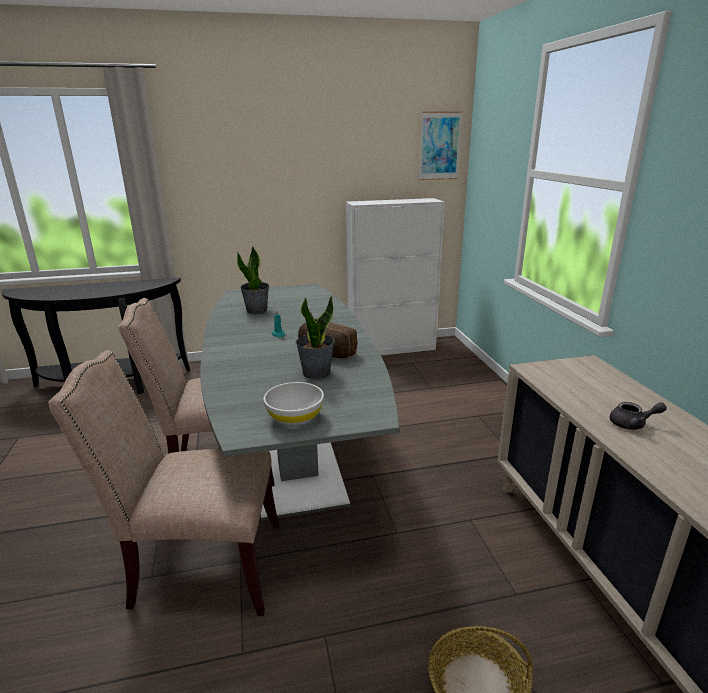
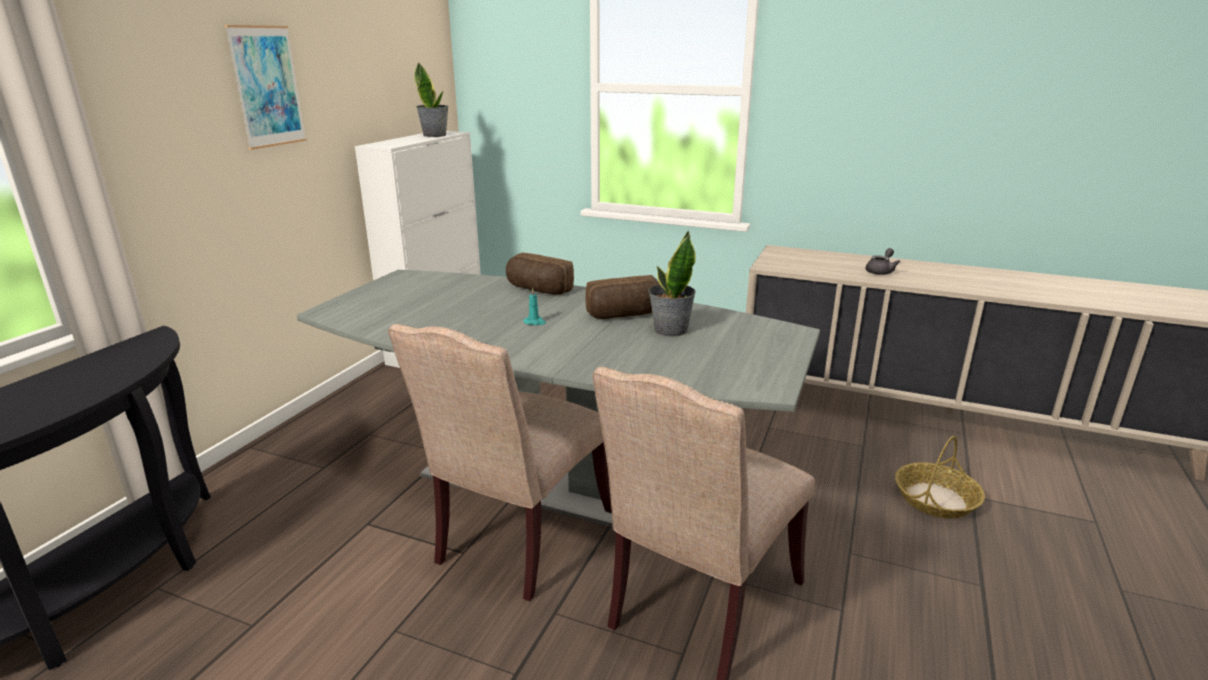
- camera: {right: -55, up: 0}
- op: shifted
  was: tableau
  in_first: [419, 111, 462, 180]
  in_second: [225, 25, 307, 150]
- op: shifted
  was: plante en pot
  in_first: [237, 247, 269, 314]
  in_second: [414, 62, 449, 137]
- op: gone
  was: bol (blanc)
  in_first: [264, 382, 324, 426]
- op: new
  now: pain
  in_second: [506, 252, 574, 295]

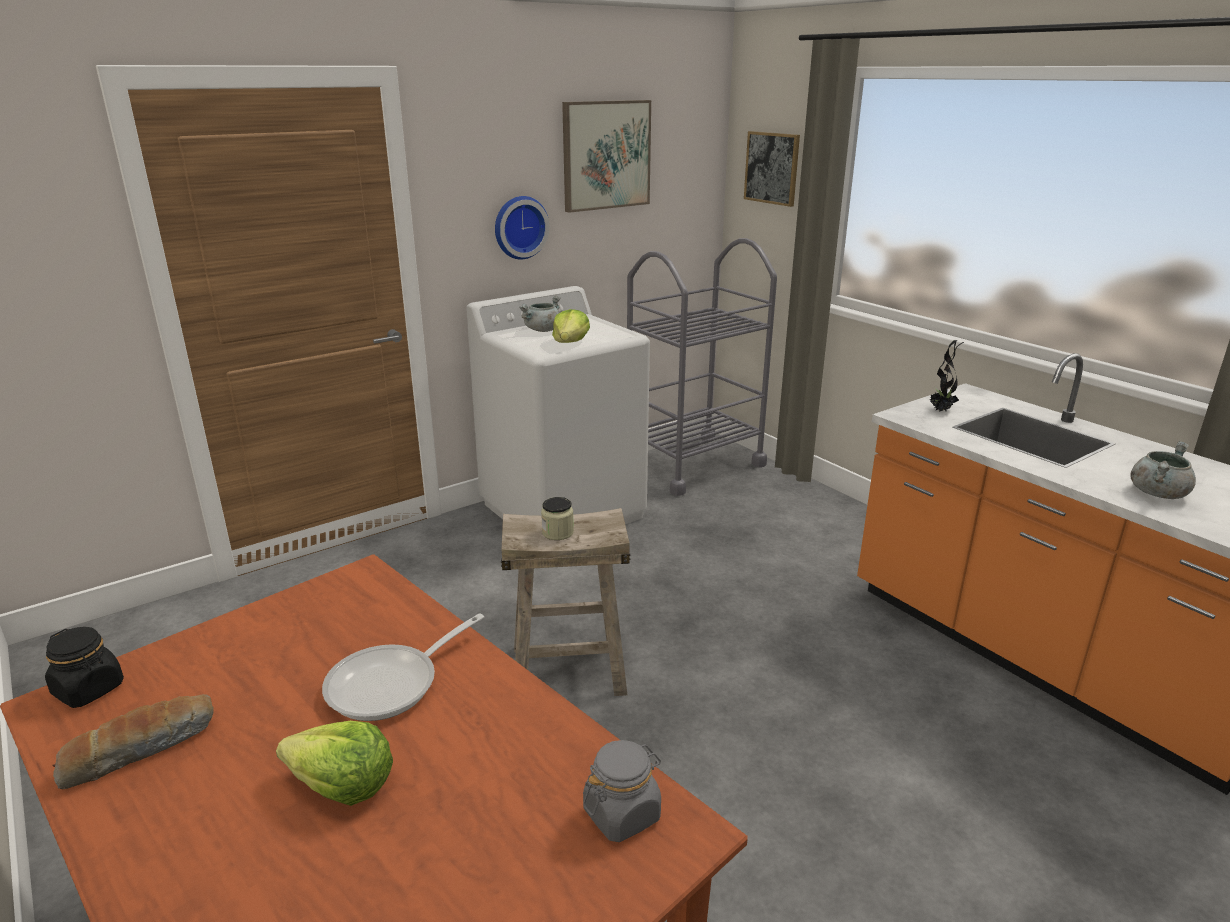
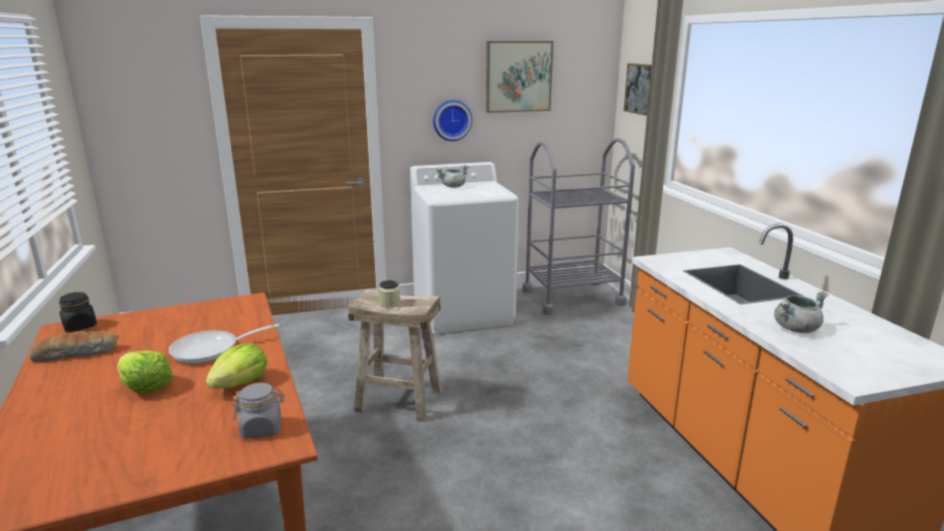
- camera: {right: 20, up: -5}
- op: shifted
  was: laitue
  in_first: [552, 309, 590, 343]
  in_second: [206, 343, 267, 388]
- op: gone
  was: plante en pot
  in_first: [930, 340, 964, 412]

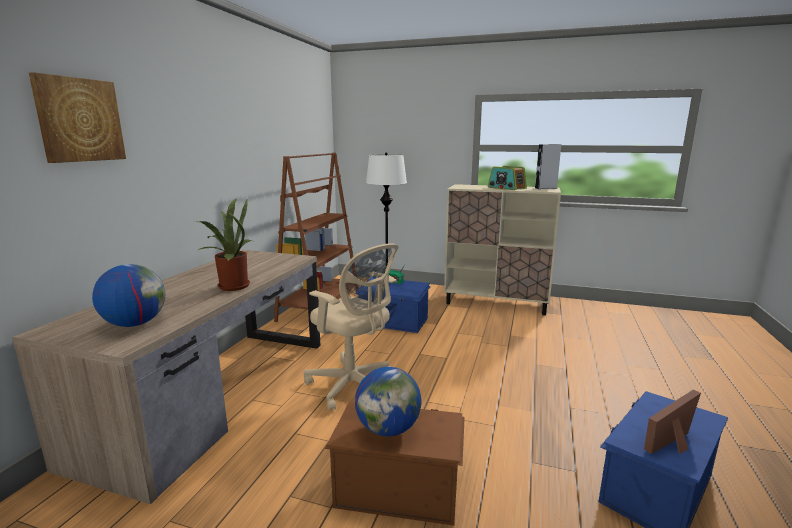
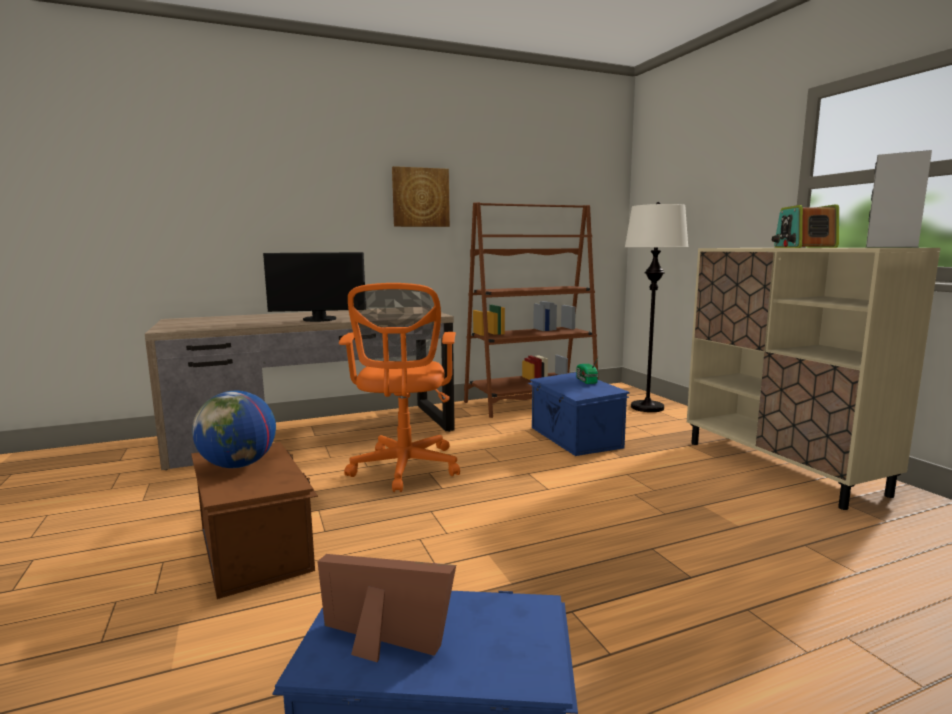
- camera: {right: 50, up: -5}
- op: shifted
  was: tableau
  in_first: [29, 72, 126, 163]
  in_second: [392, 166, 450, 227]
- op: swapped
  was: plante en pot
  now: écran d'ordinateur
  in_first: [194, 199, 253, 291]
  in_second: [263, 252, 366, 322]
- op: repainted
  was: chaise de bureau (beige)
  now: chaise de bureau (orange)
  in_first: [303, 244, 399, 411]
  in_second: [339, 283, 460, 492]
- op: gone
  was: globe
  in_first: [92, 264, 165, 327]

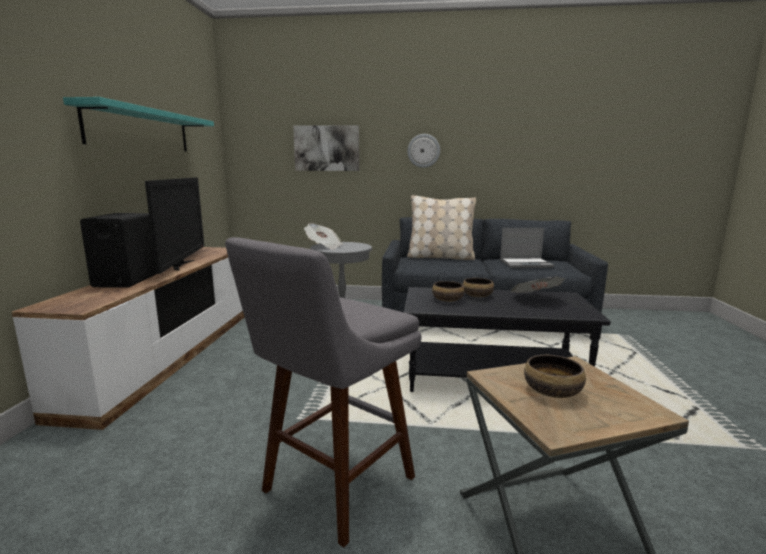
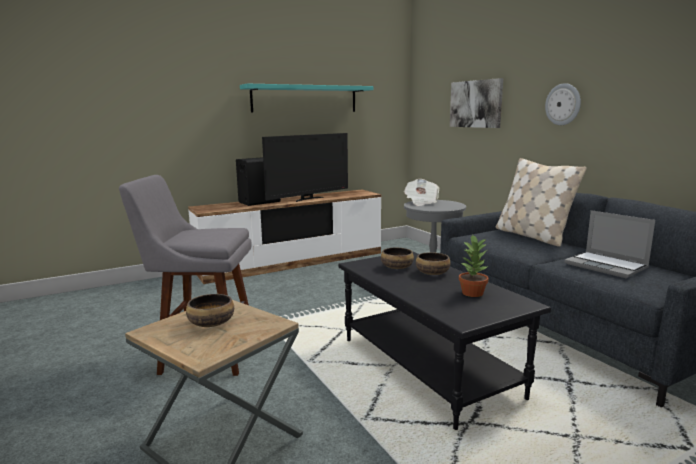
- camera: {right: 55, up: 0}
- op: swapped
  was: journal
  now: plante en pot
  in_first: [511, 276, 565, 293]
  in_second: [459, 235, 489, 297]

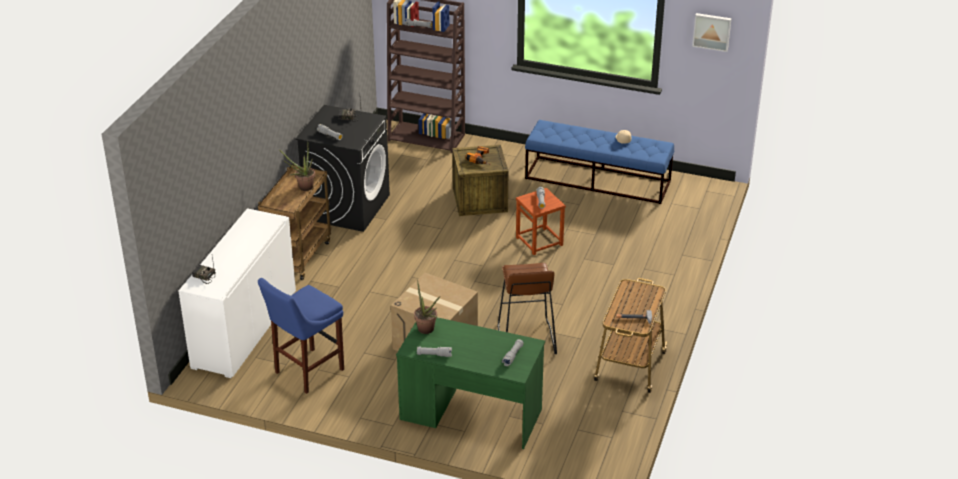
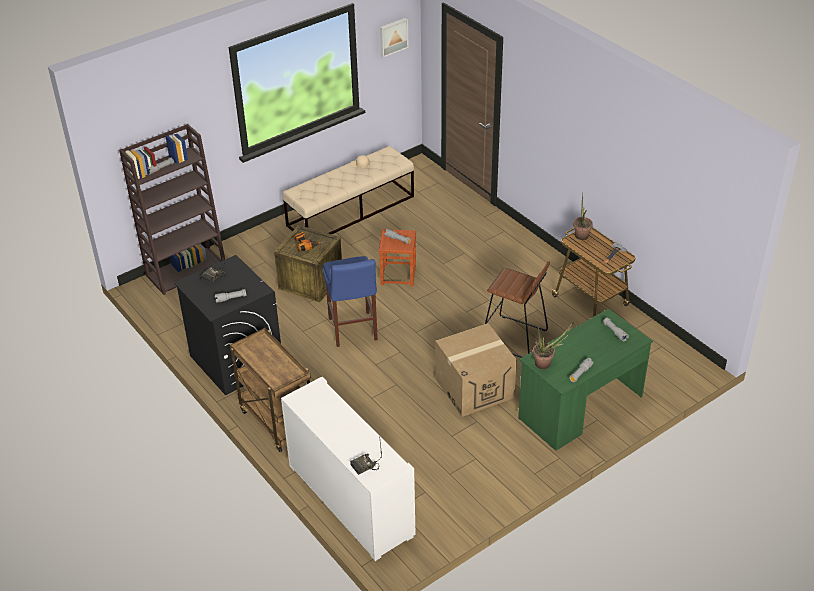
- camera: {right: -55, up: 5}
- op: repainted
  was: banc (bleu)
  now: banc (beige)
  in_first: [525, 120, 674, 204]
  in_second: [282, 146, 414, 235]
- op: shifted
  was: plante en pot
  in_first: [279, 145, 315, 191]
  in_second: [573, 193, 593, 240]
- op: shifted
  was: tabouret (bleu)
  in_first: [258, 278, 344, 394]
  in_second: [323, 256, 378, 347]

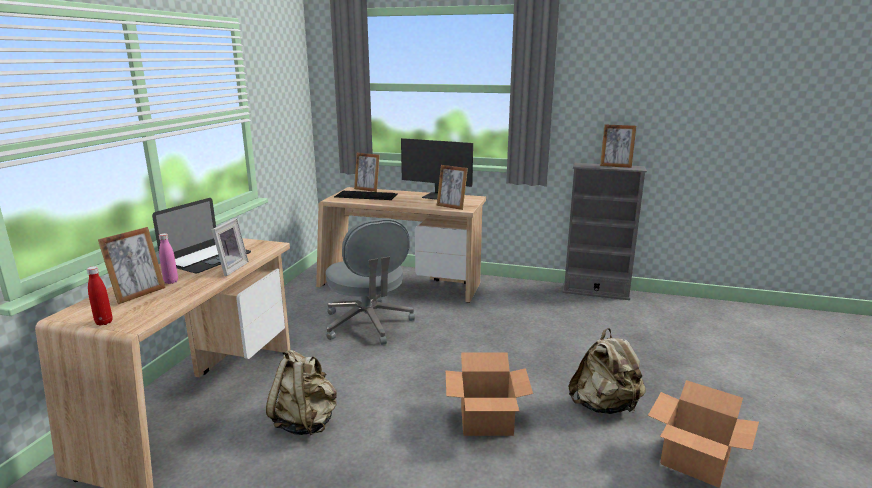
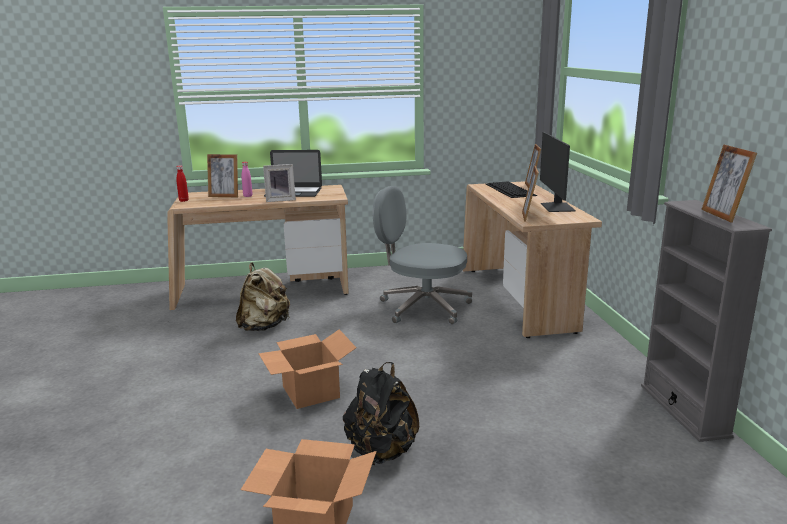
- camera: {right: 65, up: 0}
- op: rotated
  was: chaise de bureau (gris)
  in_first: [326, 218, 415, 345]
  in_second: [373, 186, 472, 325]
  clockwise: 75
- op: repainted
  was: sac à dos (beige)
  now: sac à dos (noir)
  in_first: [568, 328, 646, 414]
  in_second: [343, 362, 419, 465]

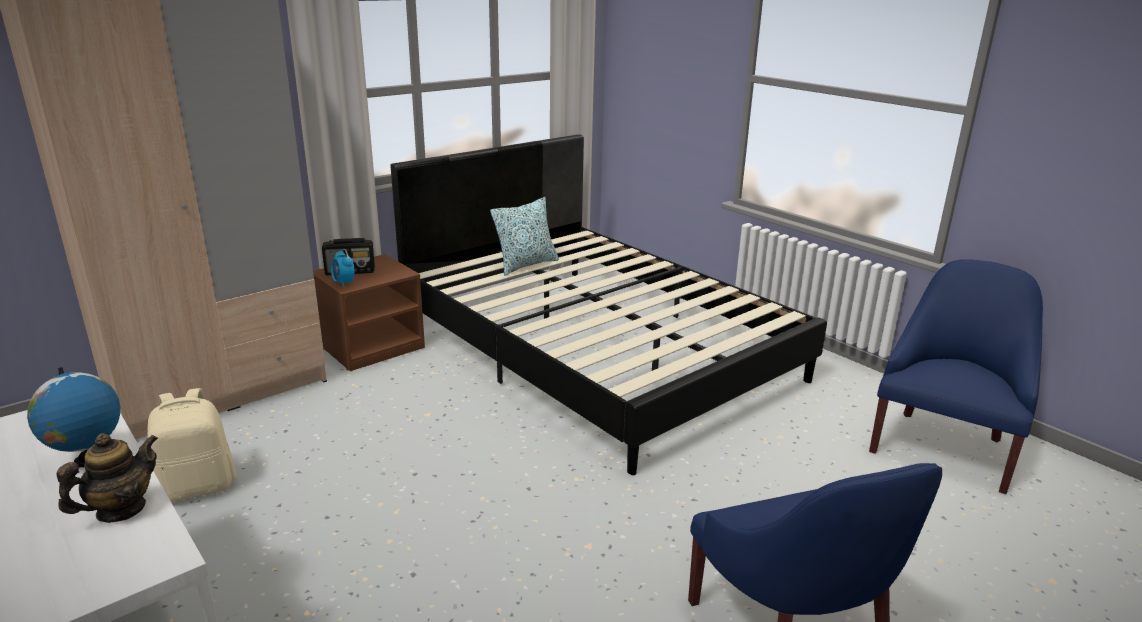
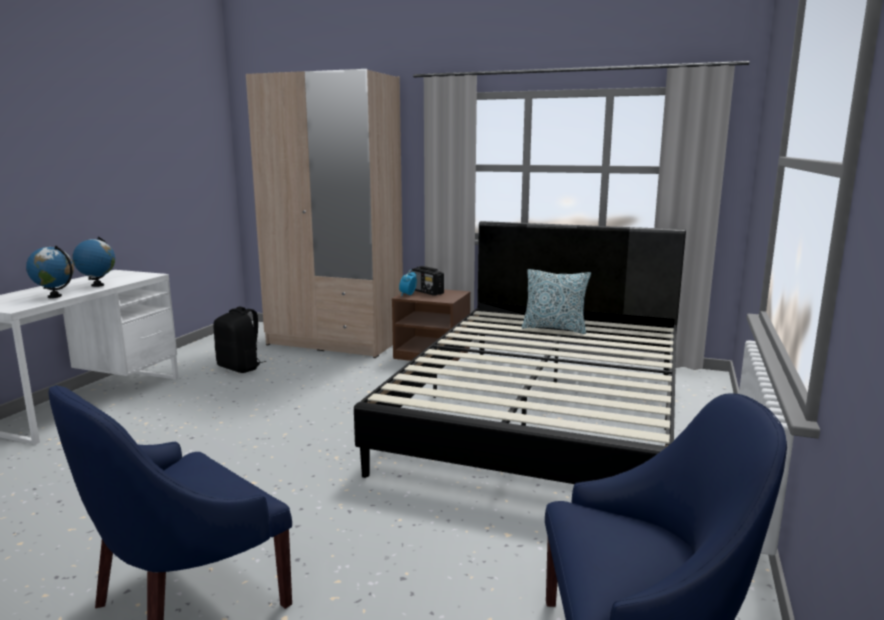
- camera: {right: 60, up: -10}
- op: repainted
  was: sac à dos (beige)
  now: sac à dos (noir)
  in_first: [147, 388, 236, 502]
  in_second: [213, 307, 267, 373]
- op: swapped
  was: théière
  now: globe
  in_first: [57, 433, 158, 523]
  in_second: [26, 245, 74, 298]

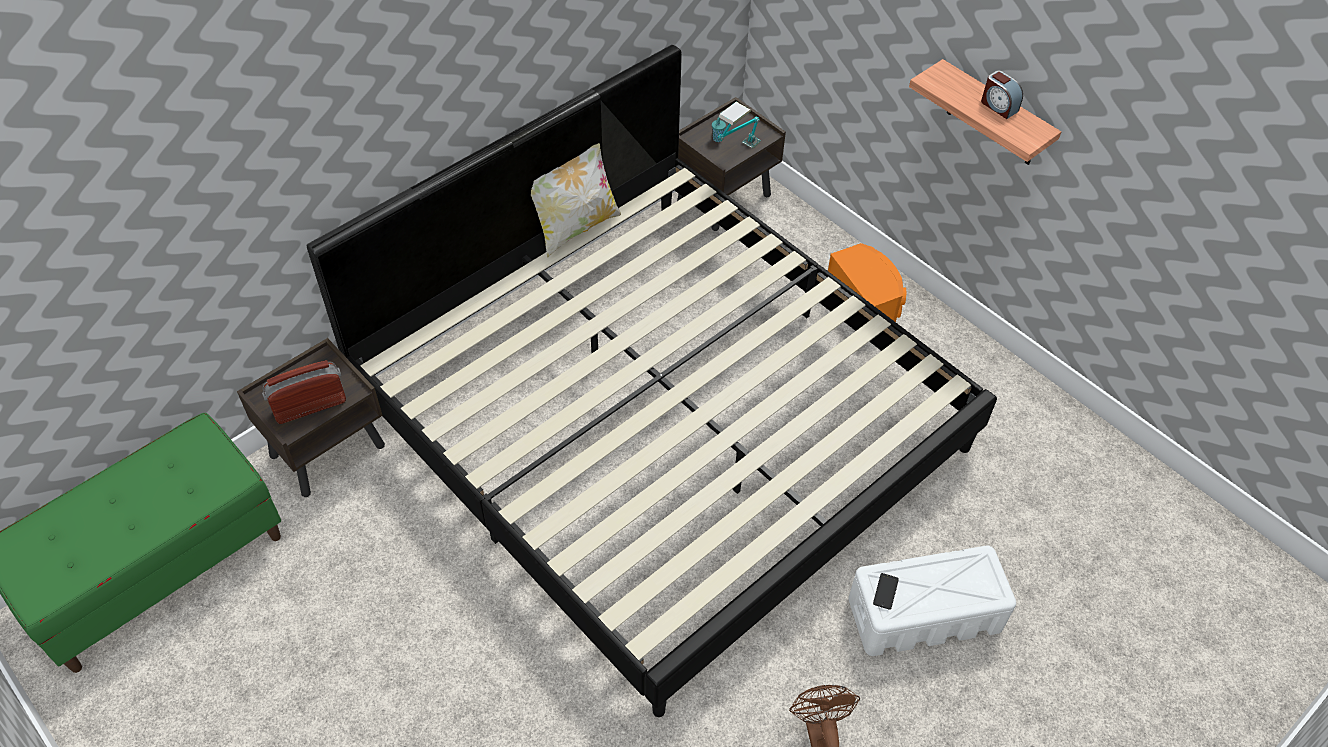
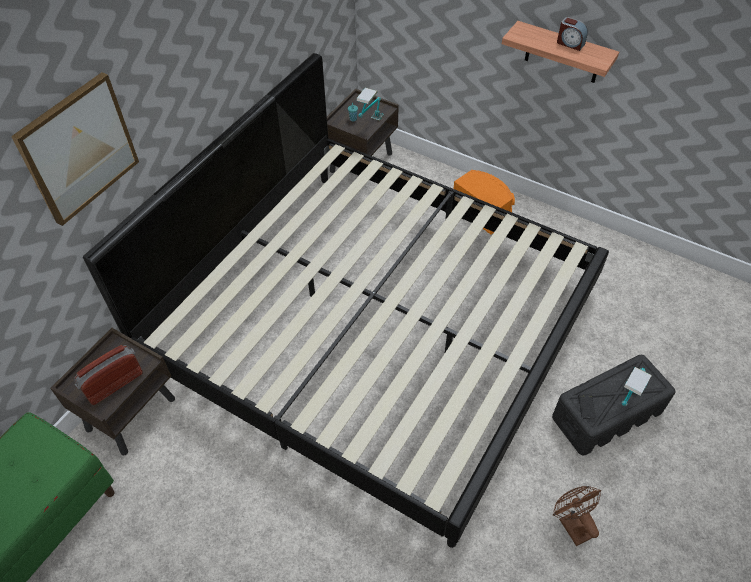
- camera: {right: -15, up: 0}
- op: gone
  was: coussin
  in_first: [531, 143, 621, 258]
- op: repainted
  was: boîte de rangement (blanc)
  now: boîte de rangement (noir)
  in_first: [848, 546, 1016, 656]
  in_second: [552, 355, 675, 455]
- op: new
  now: tableau
  in_second: [11, 72, 139, 226]
- op: new
  now: lampe de table
  in_second: [621, 367, 652, 407]

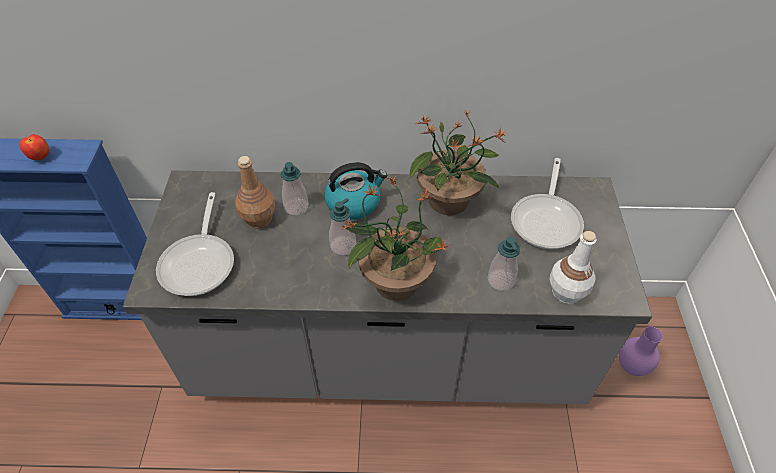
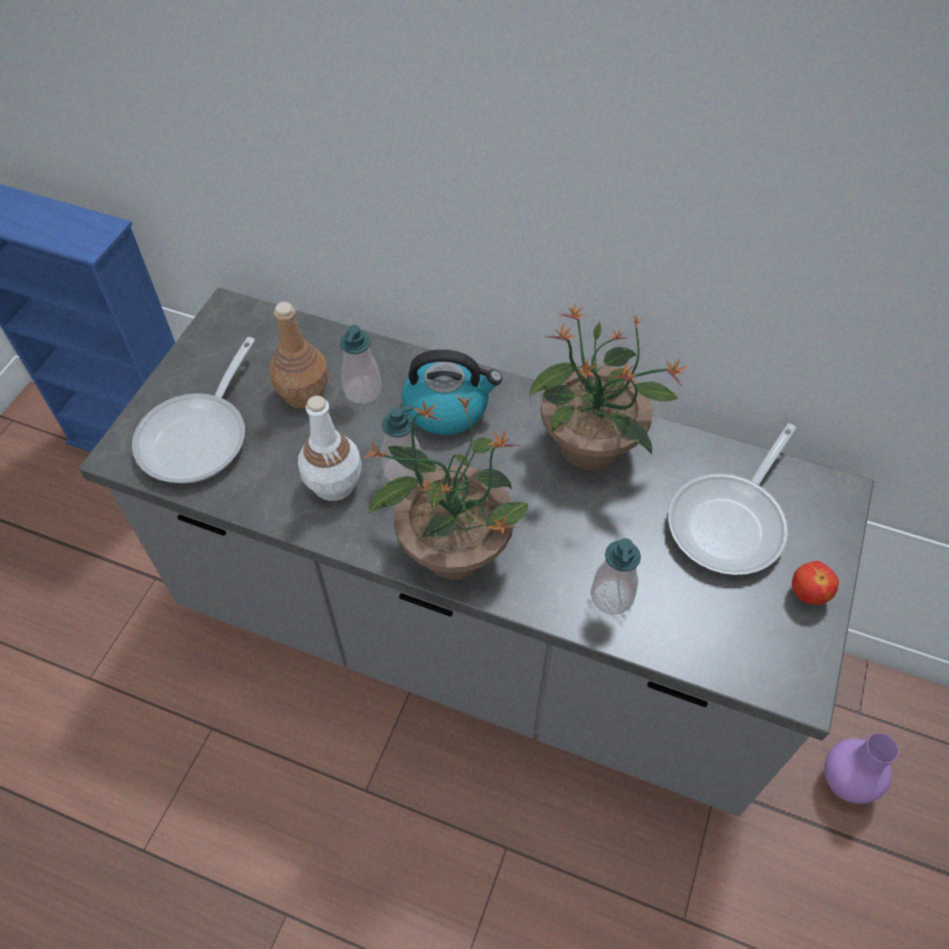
- camera: {right: 20, up: 5}
- op: shifted
  was: pomme
  in_first: [19, 134, 49, 160]
  in_second: [792, 561, 839, 605]
- op: shifted
  was: bouteille (blanc)
  in_first: [550, 231, 597, 304]
  in_second: [298, 396, 362, 501]

